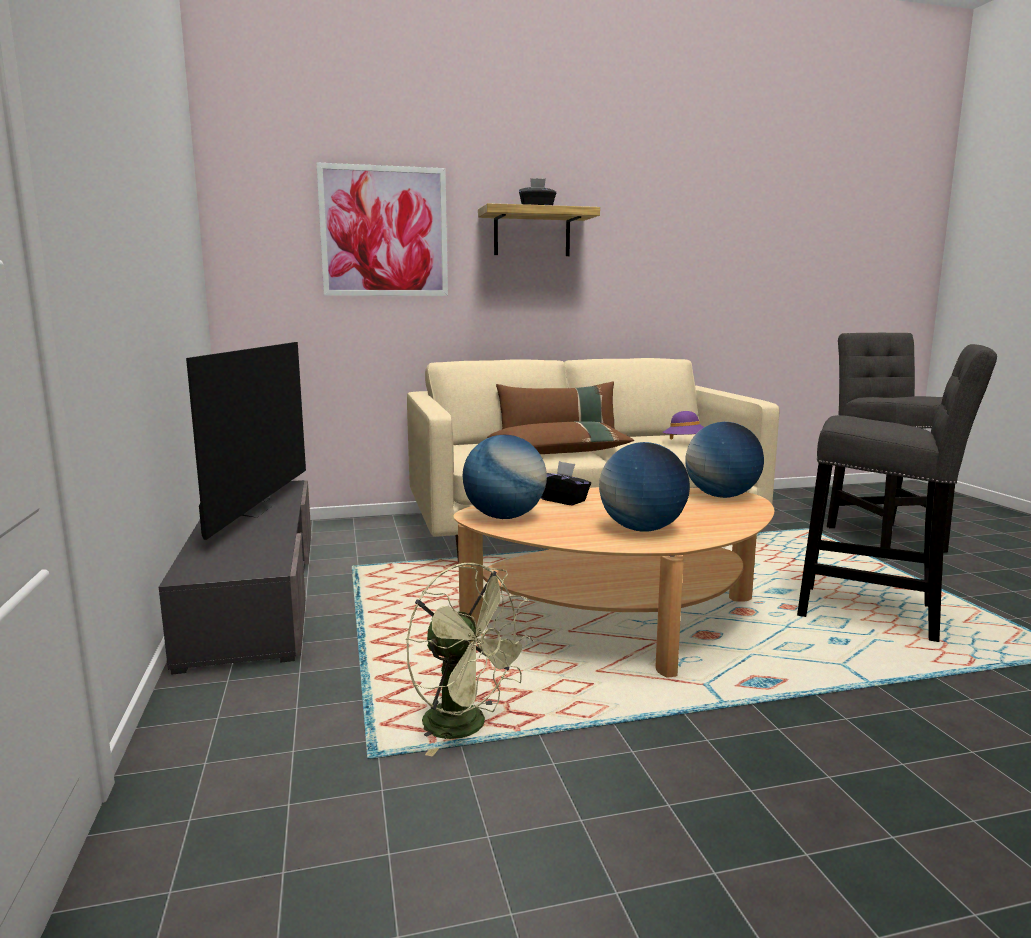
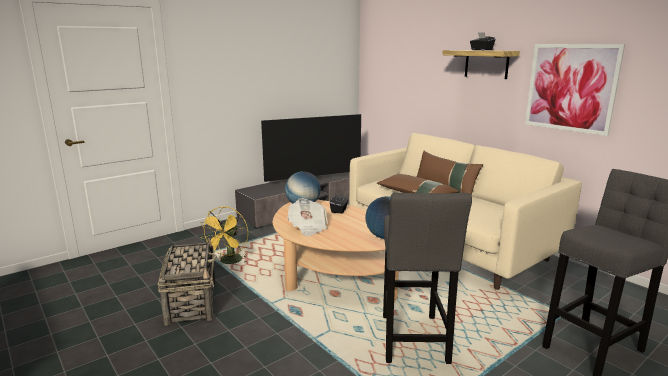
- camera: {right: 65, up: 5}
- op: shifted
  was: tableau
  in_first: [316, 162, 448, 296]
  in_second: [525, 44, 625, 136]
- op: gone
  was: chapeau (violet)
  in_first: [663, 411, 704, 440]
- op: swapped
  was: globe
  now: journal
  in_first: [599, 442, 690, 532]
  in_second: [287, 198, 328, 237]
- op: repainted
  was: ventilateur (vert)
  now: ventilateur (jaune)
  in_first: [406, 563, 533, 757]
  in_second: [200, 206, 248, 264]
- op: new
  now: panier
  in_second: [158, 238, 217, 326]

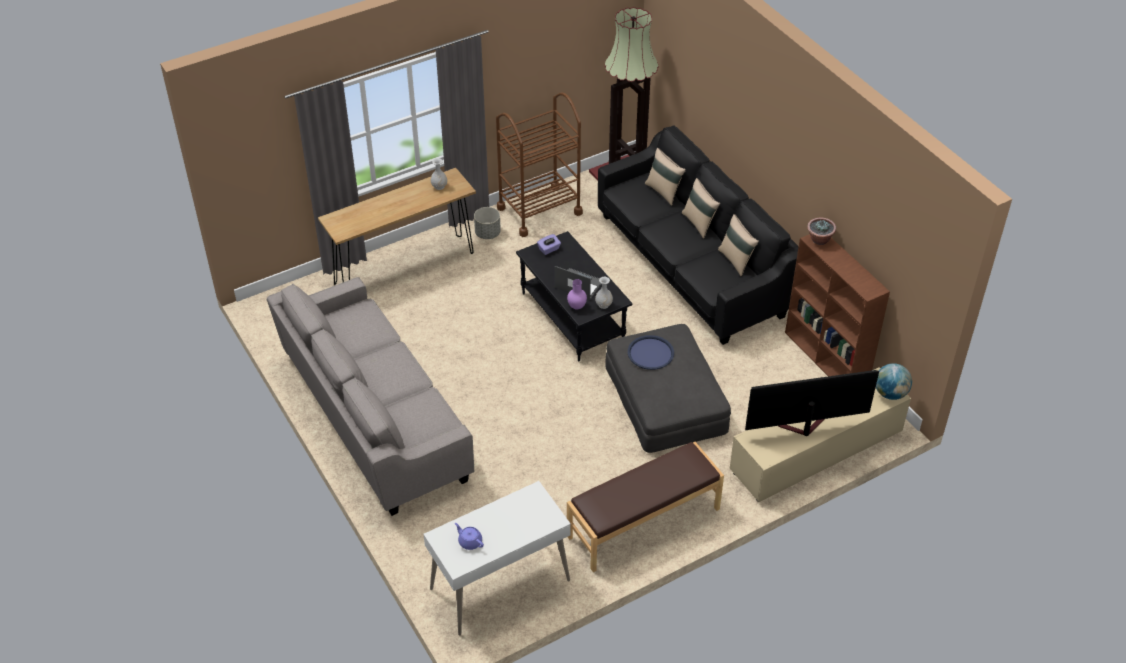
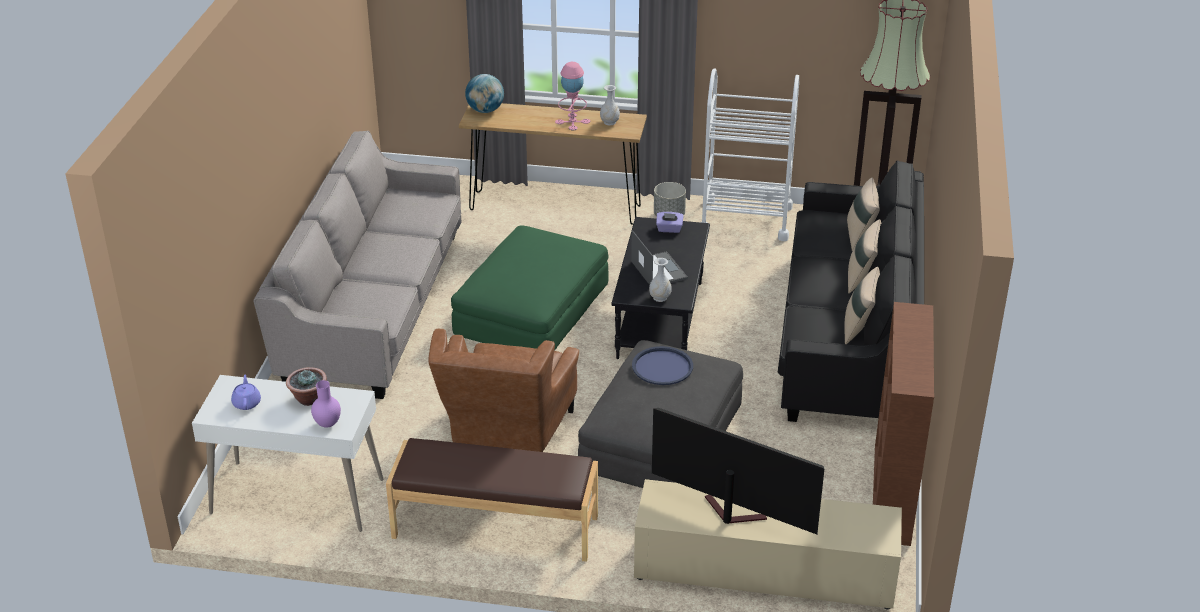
- camera: {right: 40, up: -10}
- op: repainted
  was: chariot (marron)
  now: chariot (blanc)
  in_first: [496, 92, 583, 237]
  in_second: [700, 68, 799, 241]
- op: shifted
  was: plante en pot
  in_first: [807, 218, 836, 245]
  in_second: [286, 367, 327, 406]
- op: shifted
  was: vase (violet)
  in_first: [567, 279, 587, 309]
  in_second: [311, 380, 341, 428]
- op: shifted
  was: globe
  in_first: [876, 363, 912, 400]
  in_second: [465, 74, 504, 113]
- op: new
  now: lampe de table (rose)
  in_second: [555, 62, 590, 131]
- op: new
  now: pouf (vert)
  in_second: [451, 225, 609, 351]
- op: new
  now: fauteuil (marron)
  in_second: [428, 329, 579, 452]

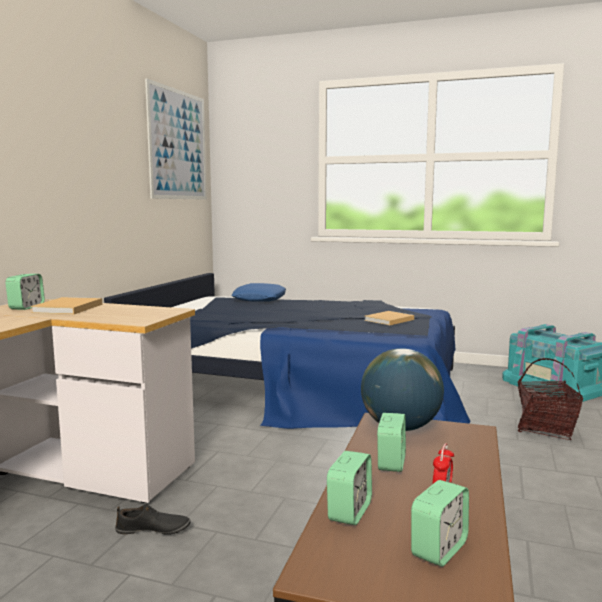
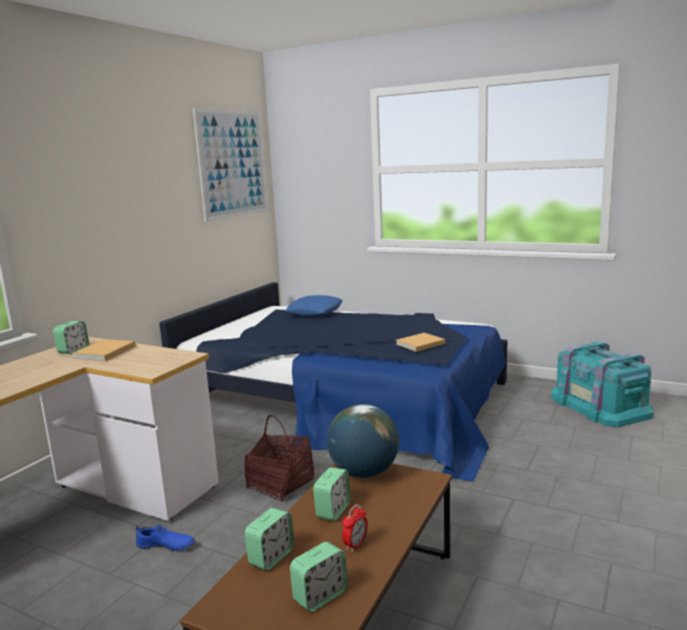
- camera: {right: 10, up: 5}
- op: shifted
  was: panier
  in_first: [518, 358, 583, 440]
  in_second: [244, 415, 314, 502]
- op: repainted
  was: chaussure (noir)
  now: chaussure (bleu)
  in_first: [115, 504, 191, 535]
  in_second: [136, 525, 194, 551]

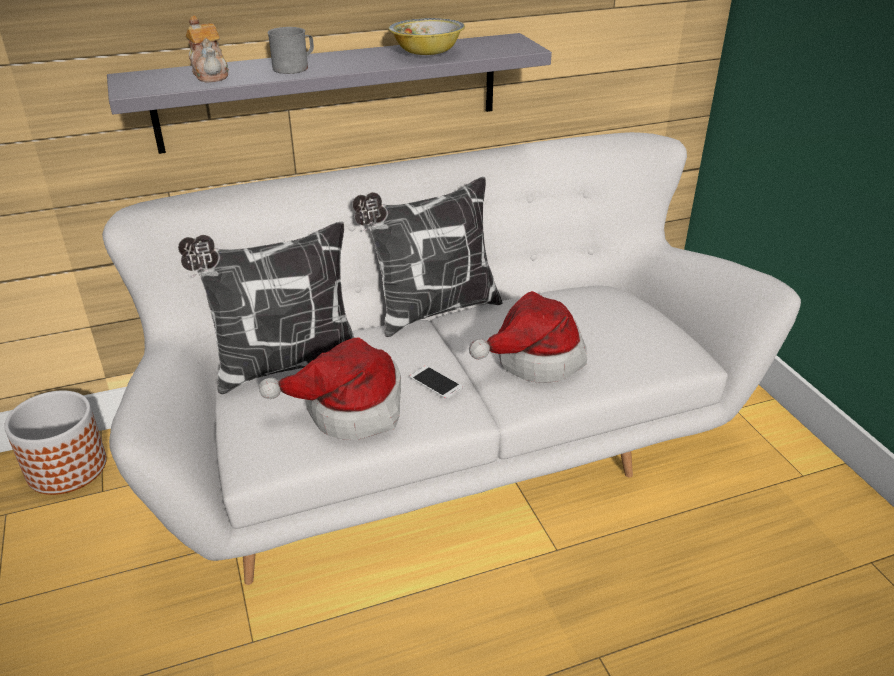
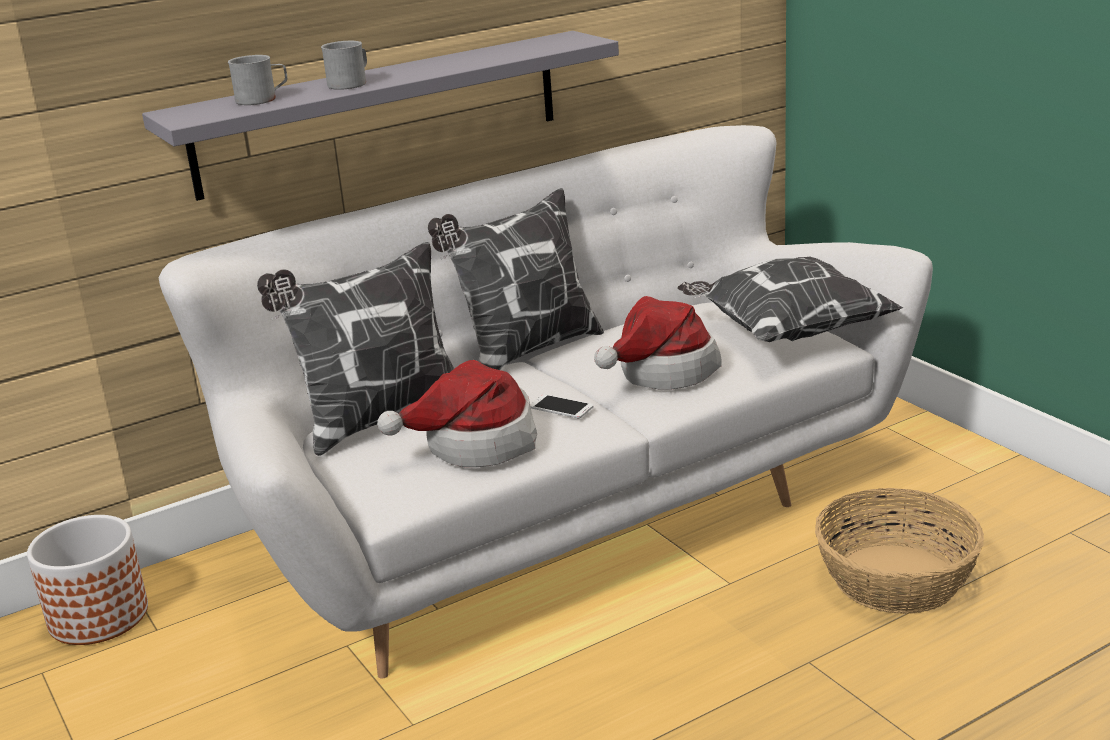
- camera: {right: -10, up: -10}
- op: swapped
  was: théière
  now: mug (gris)
  in_first: [186, 15, 229, 82]
  in_second: [228, 55, 287, 105]
- op: gone
  was: bol
  in_first: [389, 18, 465, 55]
- op: new
  now: coussin
  in_second: [677, 256, 903, 342]
- op: new
  now: panier
  in_second: [815, 488, 984, 614]

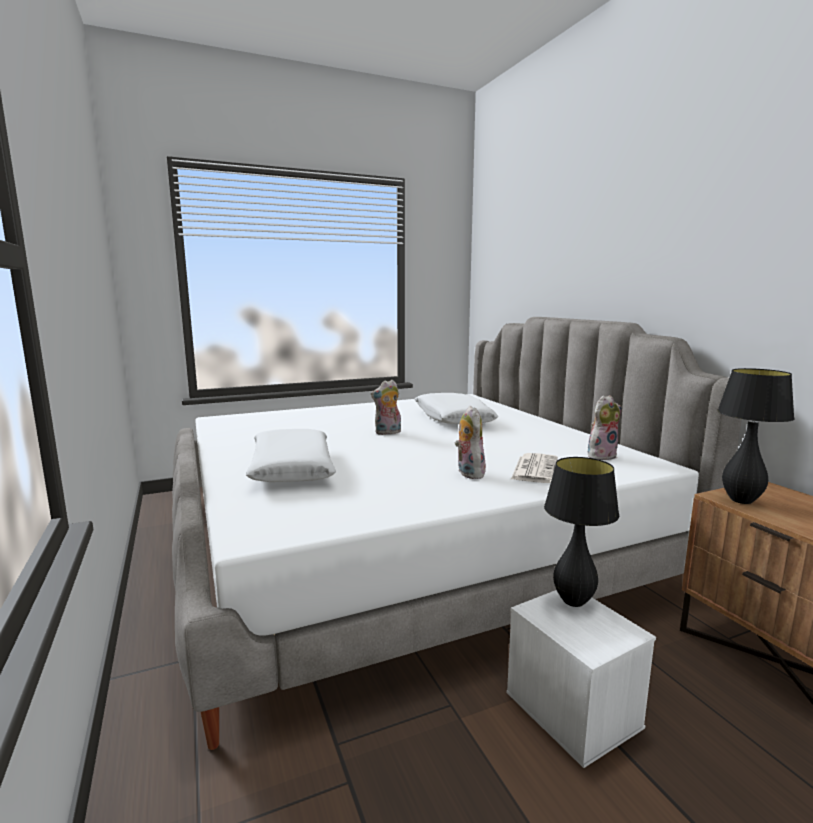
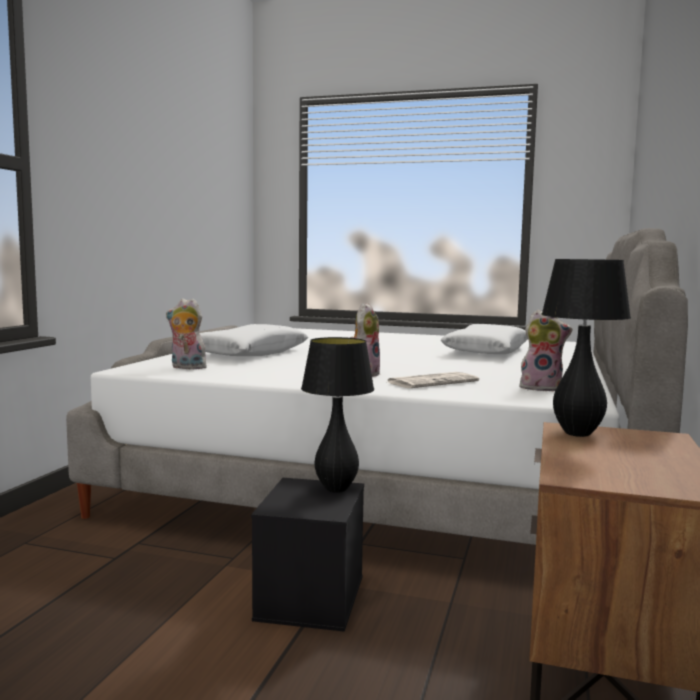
- camera: {right: 40, up: -5}
- op: shifted
  was: peluche
  in_first: [371, 380, 401, 435]
  in_second: [166, 298, 207, 370]
- op: repainted
  was: boîte de rangement (blanc)
  now: boîte de rangement (noir)
  in_first: [507, 590, 656, 768]
  in_second: [251, 478, 364, 632]

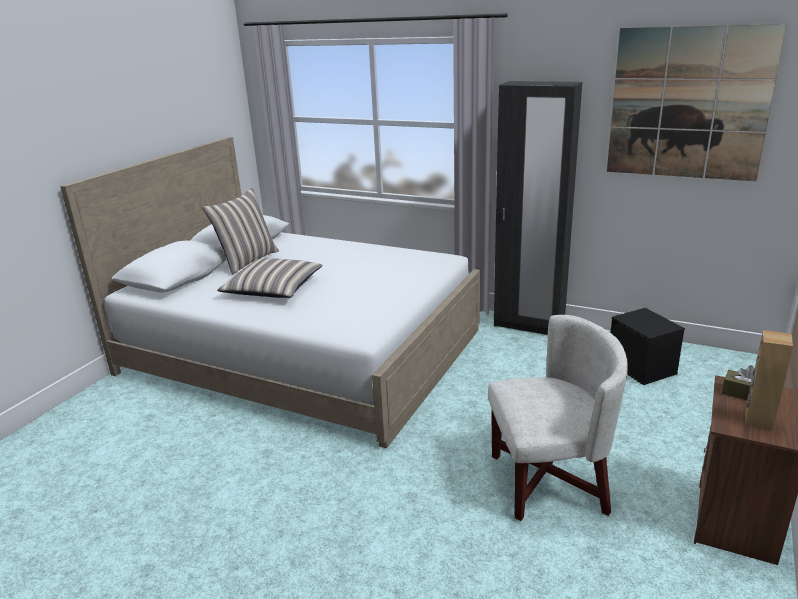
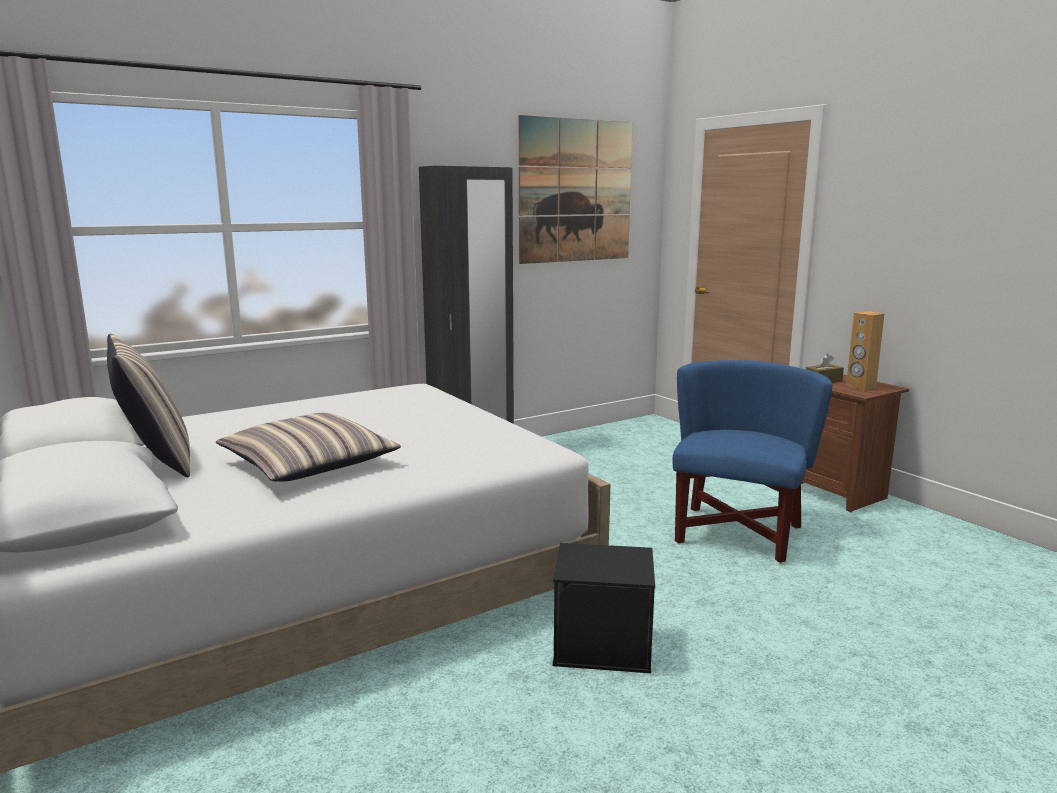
- camera: {right: -60, up: -10}
- op: shifted
  was: boîte de rangement (noir)
  in_first: [611, 308, 685, 385]
  in_second: [553, 543, 655, 673]
- op: repainted
  was: fauteuil (blanc)
  now: fauteuil (bleu)
  in_first: [488, 315, 628, 521]
  in_second: [672, 360, 832, 563]

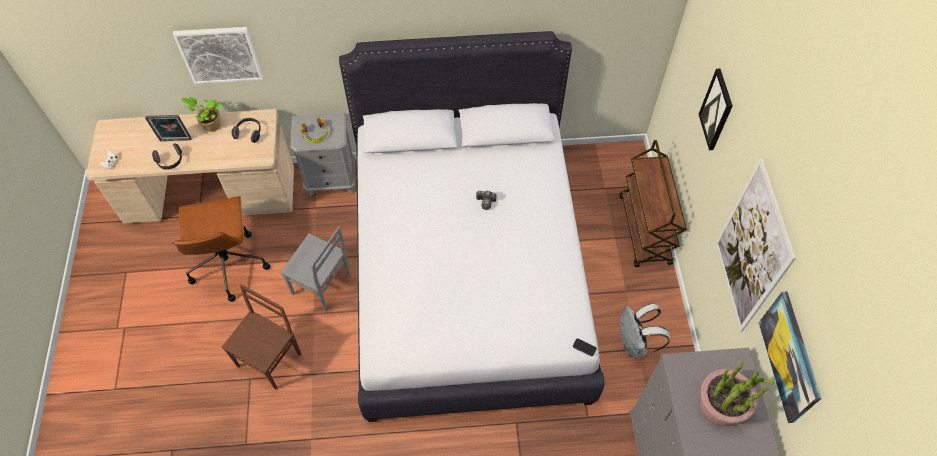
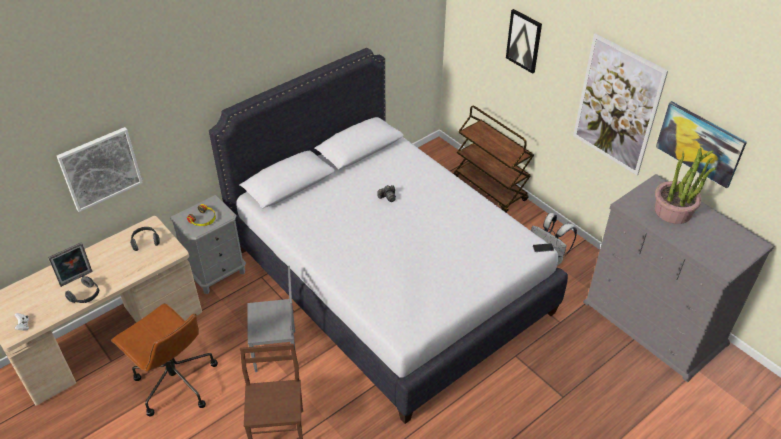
- camera: {right: -35, up: -15}
- op: gone
  was: plante en pot
  in_first: [182, 97, 222, 132]

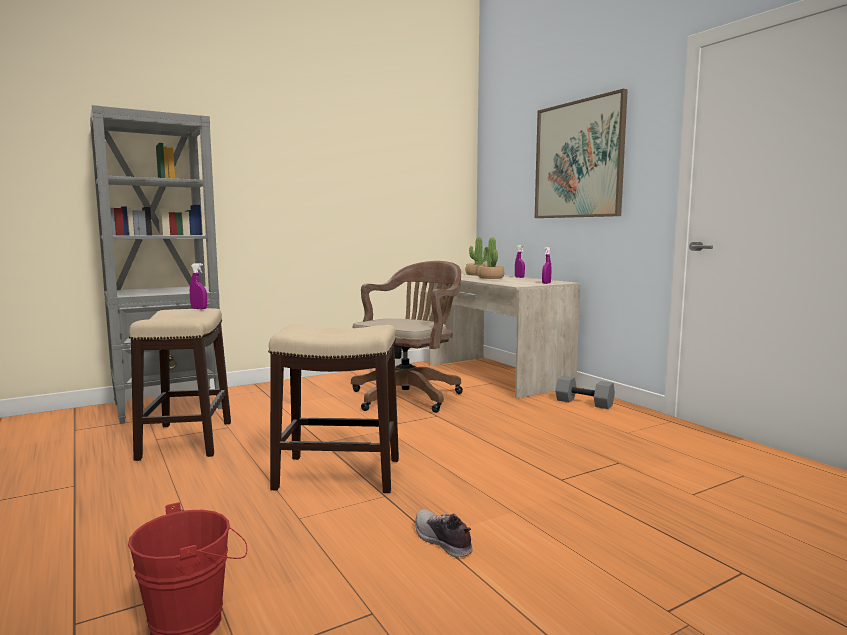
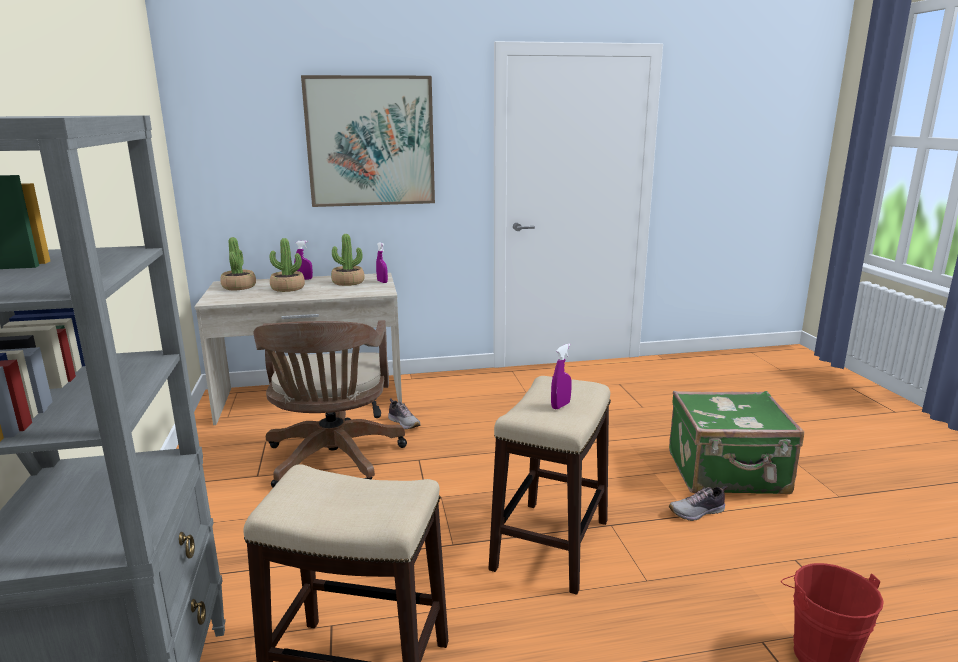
- camera: {right: -70, up: 10}
- op: rotated
  was: chaise de bureau (marron)
  in_first: [351, 261, 463, 413]
  in_second: [254, 320, 407, 488]
  clockwise: -150
- op: shifted
  was: vaporisateur (violet)
  in_first: [190, 263, 207, 309]
  in_second: [551, 344, 572, 409]
- op: gone
  was: haltère (gris)
  in_first: [555, 376, 615, 409]
- op: new
  now: plante en pot
  in_second: [331, 234, 365, 286]
- op: new
  now: valise (vert)
  in_second: [669, 391, 804, 494]
- op: new
  now: chaussure
  in_second: [388, 398, 421, 429]

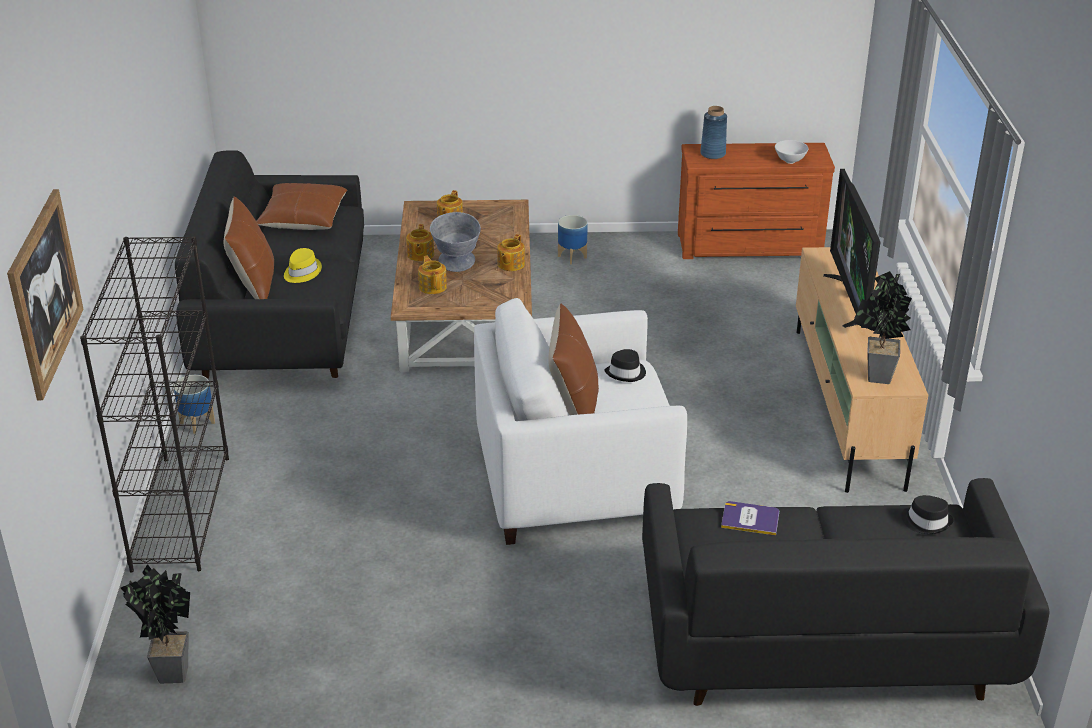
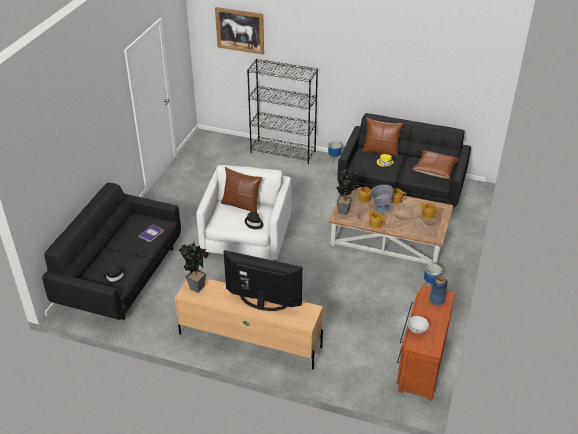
- camera: {right: 110, up: 5}
- op: shifted
  was: plante en pot
  in_first: [121, 564, 190, 683]
  in_second: [336, 169, 360, 215]

